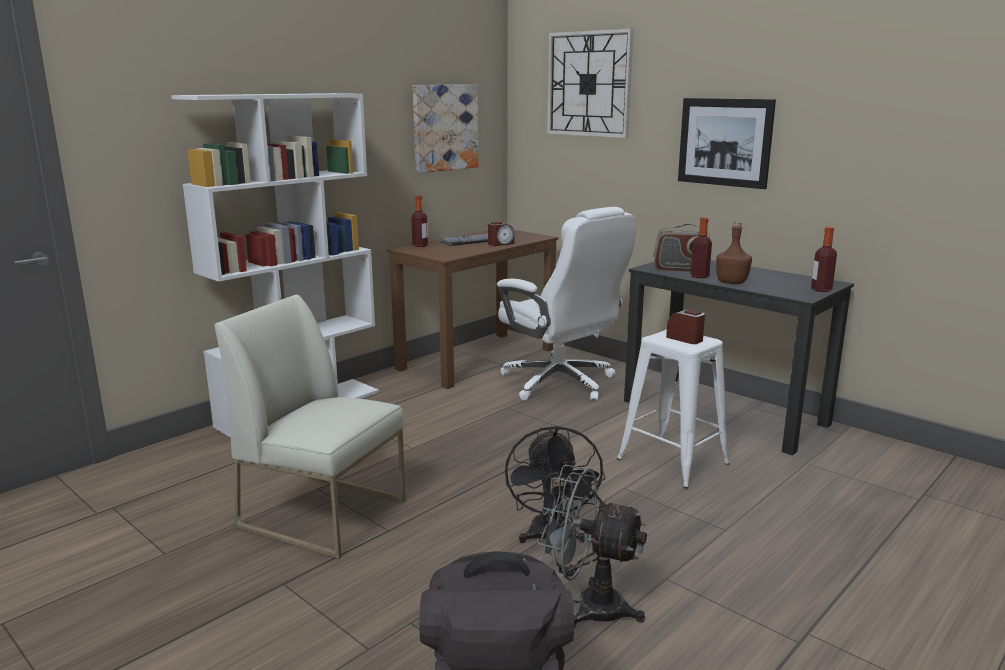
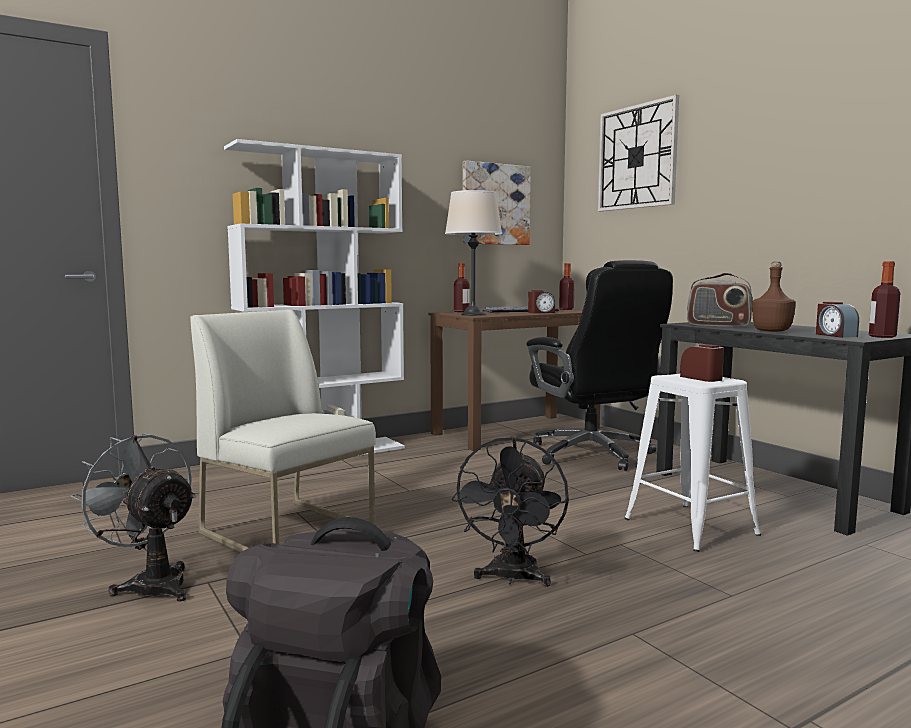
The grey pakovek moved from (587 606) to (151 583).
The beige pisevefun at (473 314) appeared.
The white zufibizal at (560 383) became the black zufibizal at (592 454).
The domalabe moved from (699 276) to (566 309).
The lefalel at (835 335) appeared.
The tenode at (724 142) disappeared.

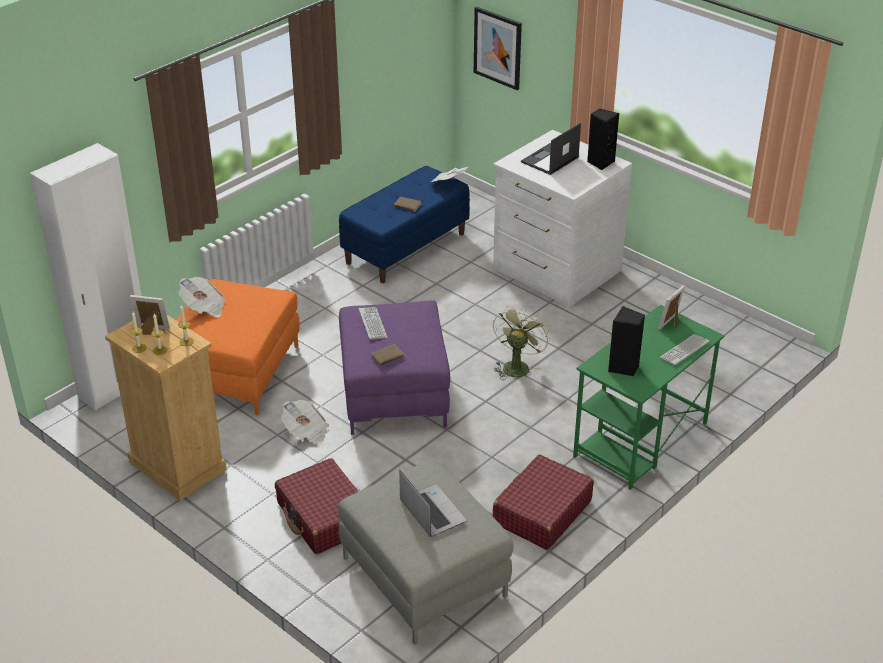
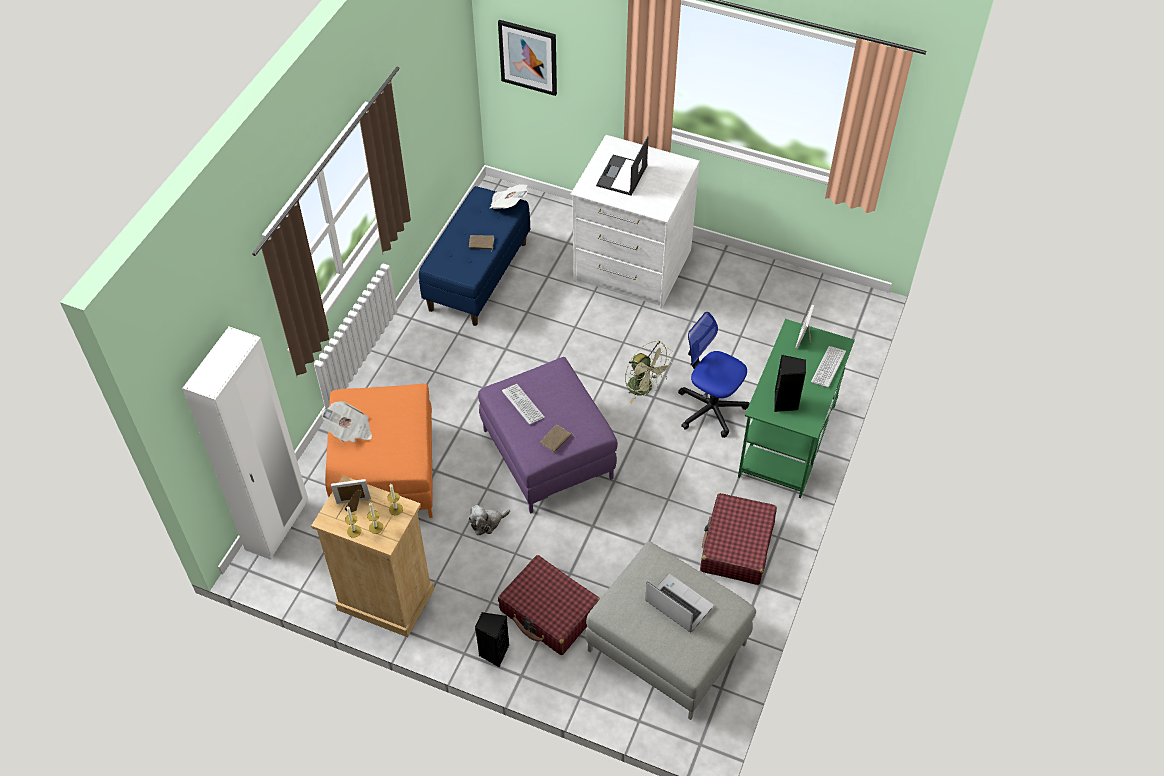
The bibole at (306 432) was replaced by the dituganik at (487 523).
The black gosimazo moved from (600 162) to (493 652).
The green pakovek at (517 365) turned 135 degrees clockwise.
The zufibizal at (711 408) appeared.

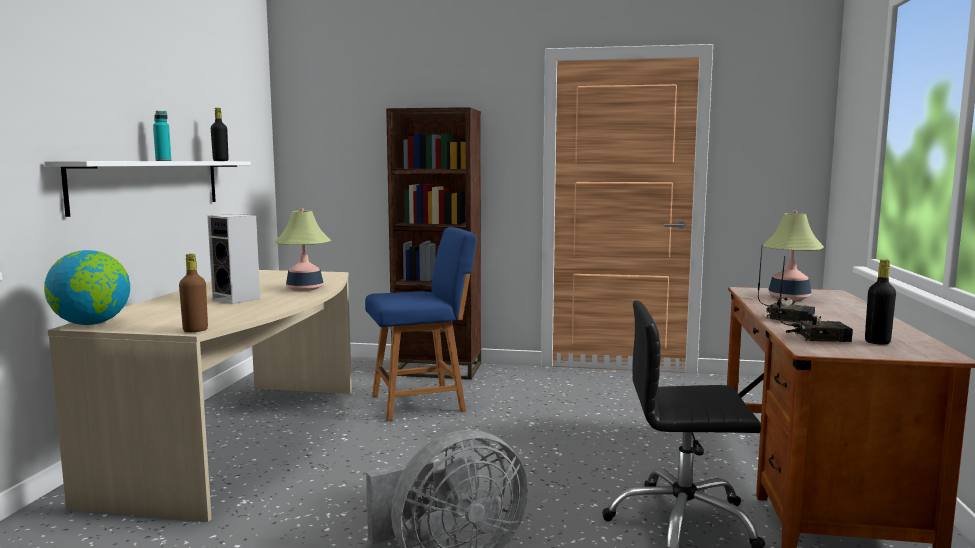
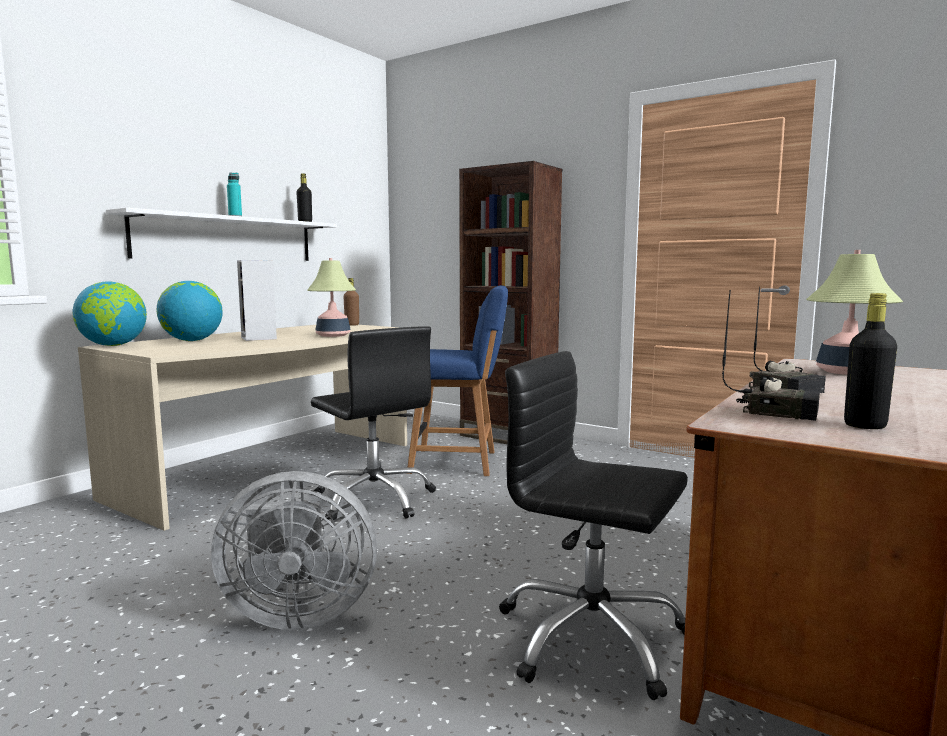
The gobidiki at (192 340) appeared.
The black zufibizal at (375 499) appeared.
The brown domalabe moved from (195 330) to (352 325).

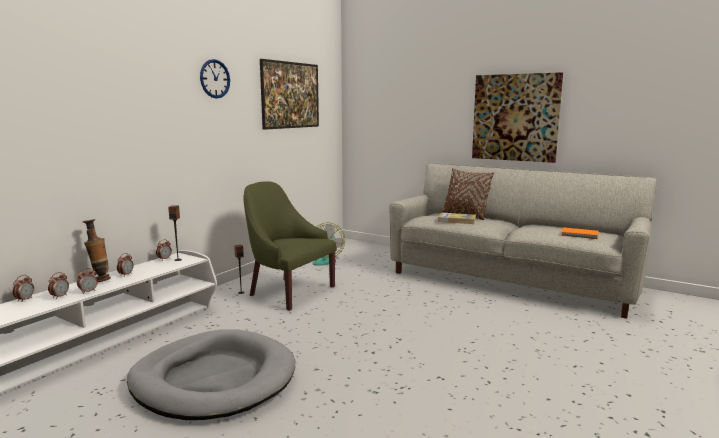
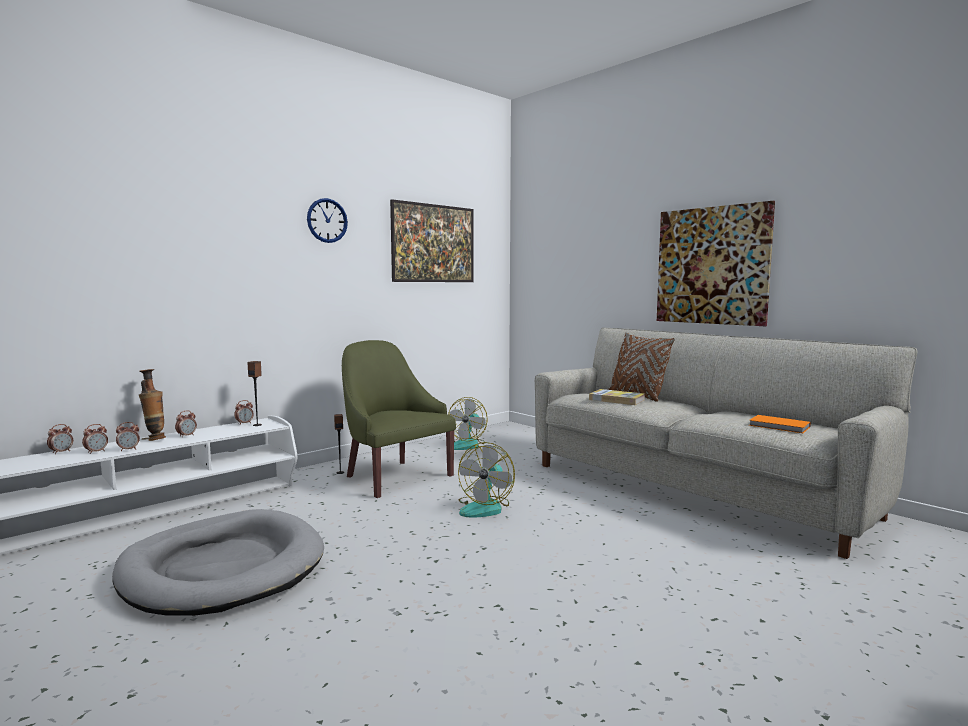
The pakovek at (485 507) appeared.

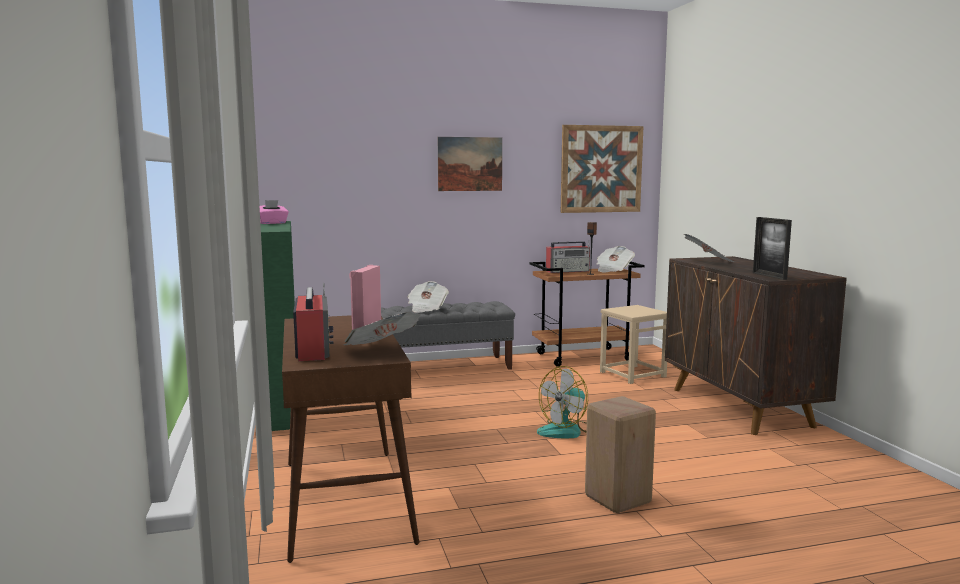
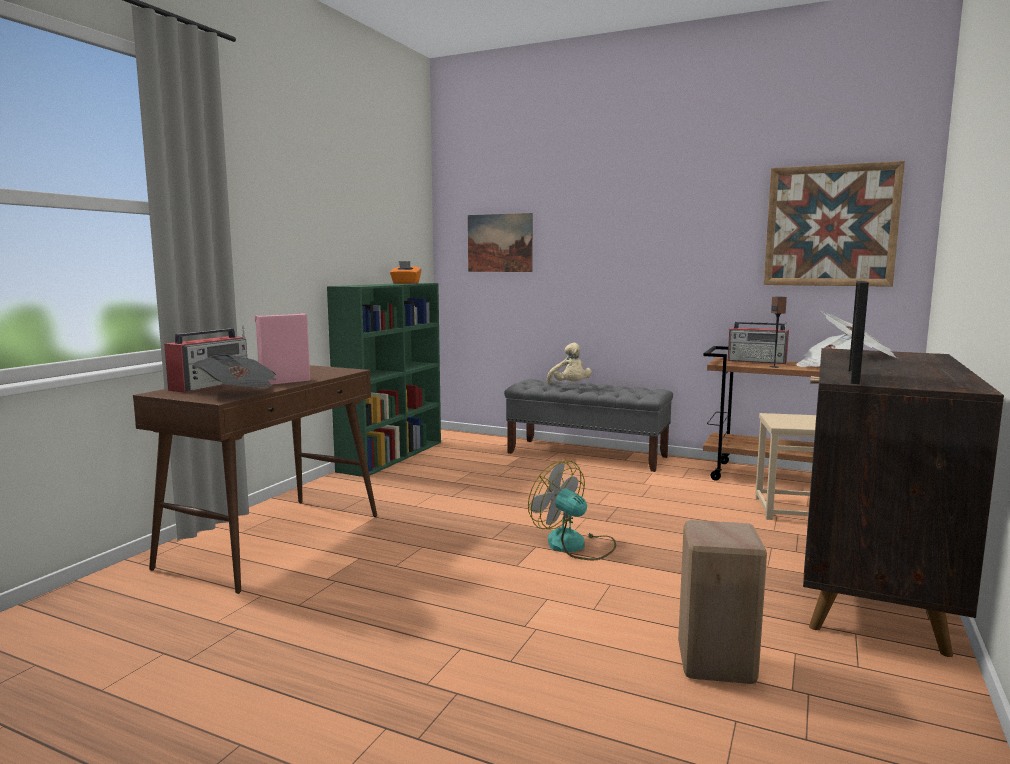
The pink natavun at (272 223) became the orange natavun at (405 283).
The tenode moved from (470 164) to (500 243).
The pakovek at (567 430) turned 45 degrees clockwise.
The bibole at (426 308) was replaced by the beige dituganik at (570 386).
The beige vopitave moved from (618 498) to (717 662).

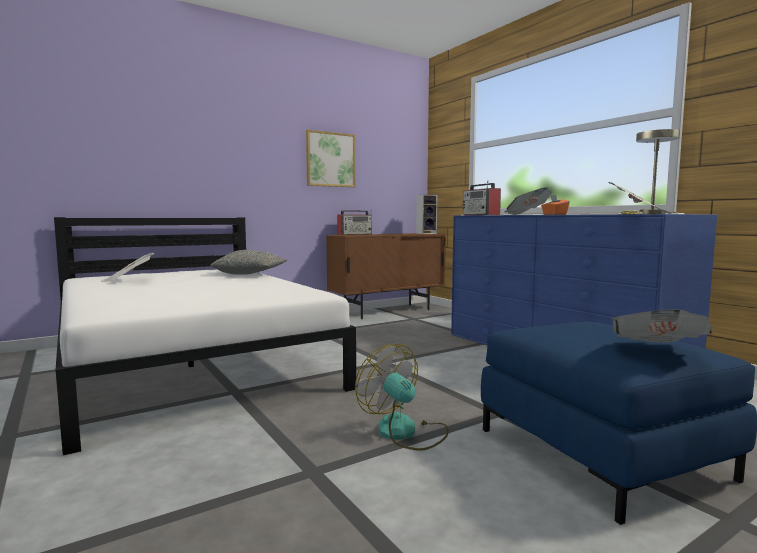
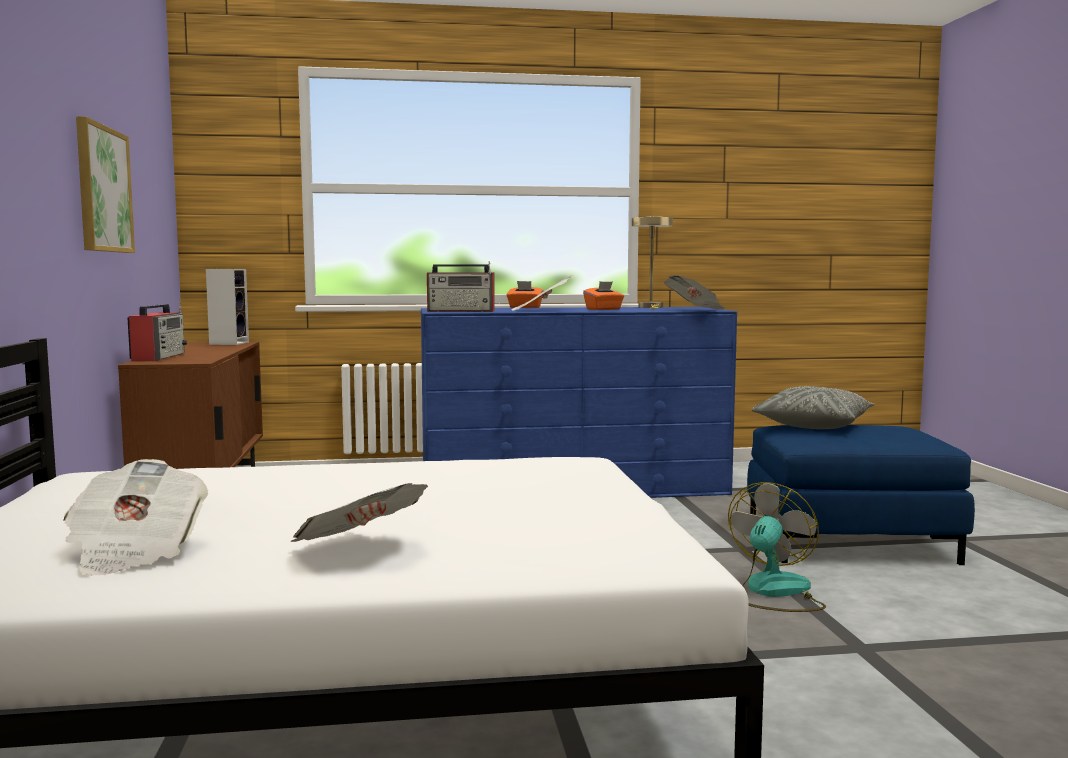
The bibole moved from (657 352) to (359 550).
The orange natavun at (603 309) appeared.
The pakovek at (405 432) turned 135 degrees clockwise.
The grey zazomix moved from (251 274) to (813 425).

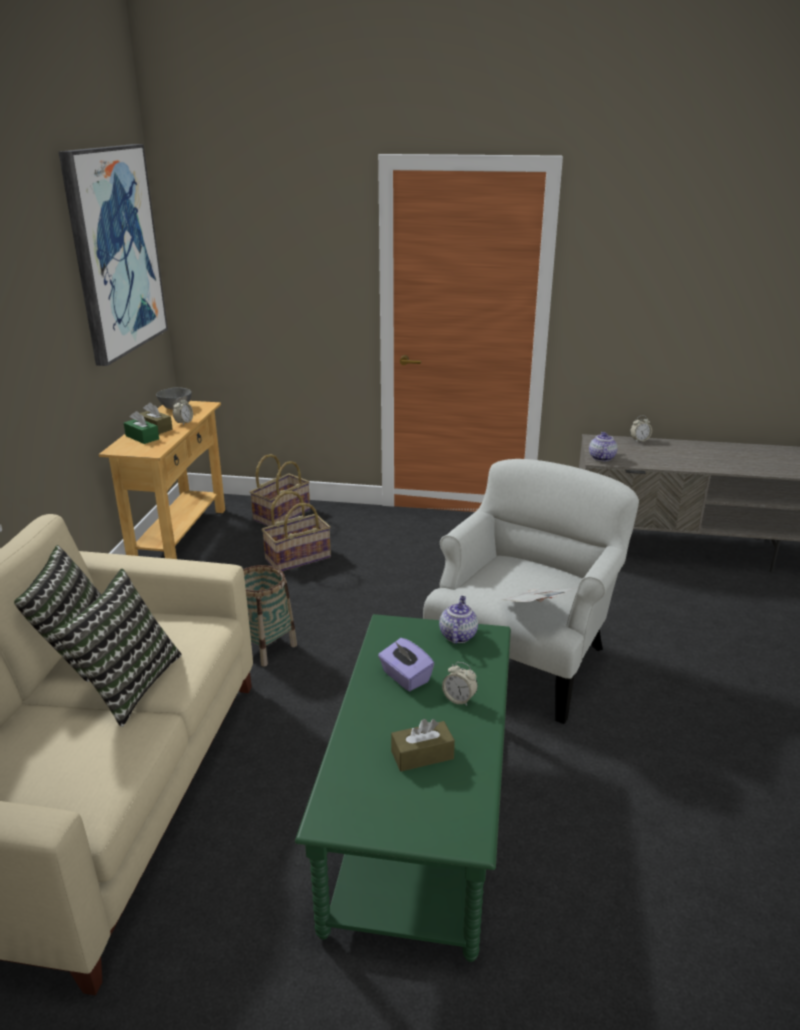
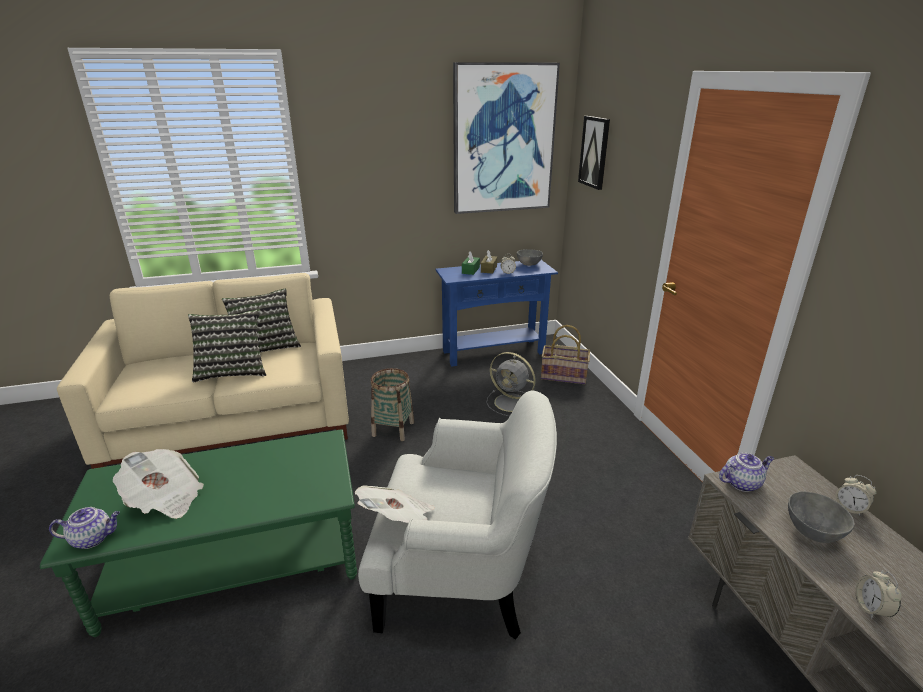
The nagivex moved from (457 635) to (93 538).
The brown natavun at (422 755) was replaced by the bibole at (165 498).
The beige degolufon at (180 537) became the blue degolufon at (493 352).
The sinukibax at (298 558) was replaced by the grey pakovek at (512 403).
The tenode at (594 152) appeared.
The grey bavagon at (812 530) appeared.
The lefalel moved from (459 699) to (871 608).
The purple natavun at (405 677) disappeared.

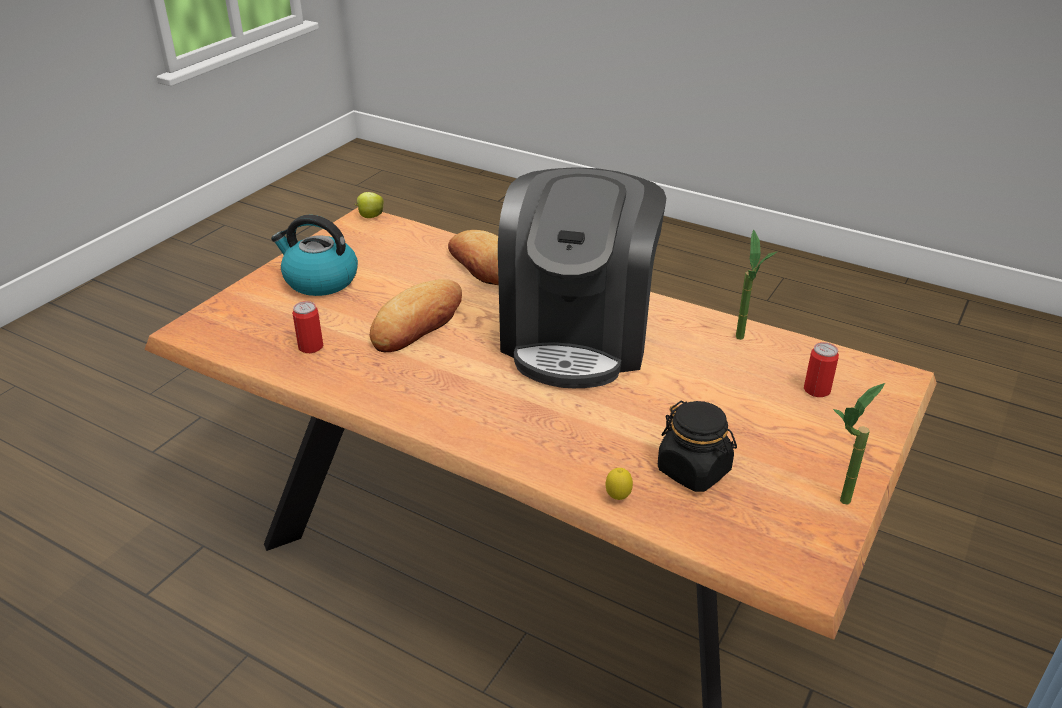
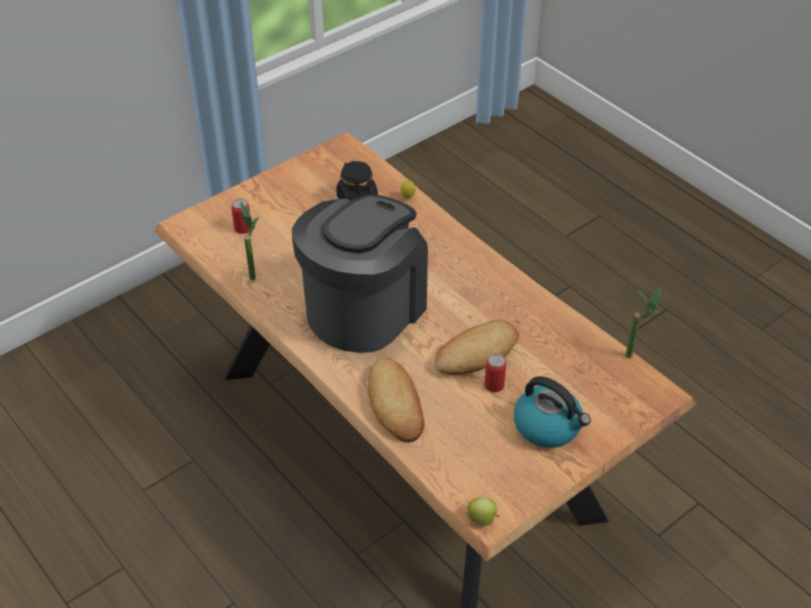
The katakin moved from (311 347) to (494 385).
The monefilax moved from (836 504) to (635 354).

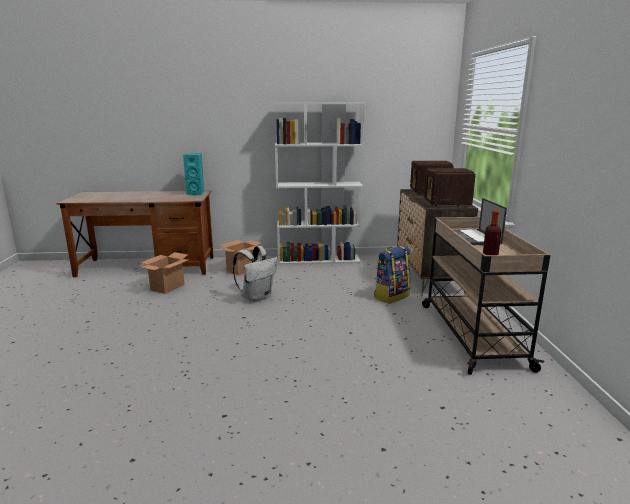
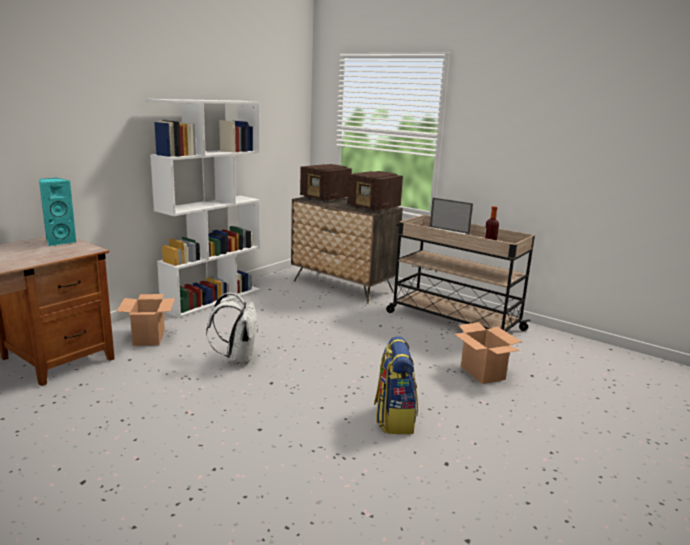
The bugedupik moved from (391 296) to (394 419).
The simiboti moved from (167 287) to (483 373).

